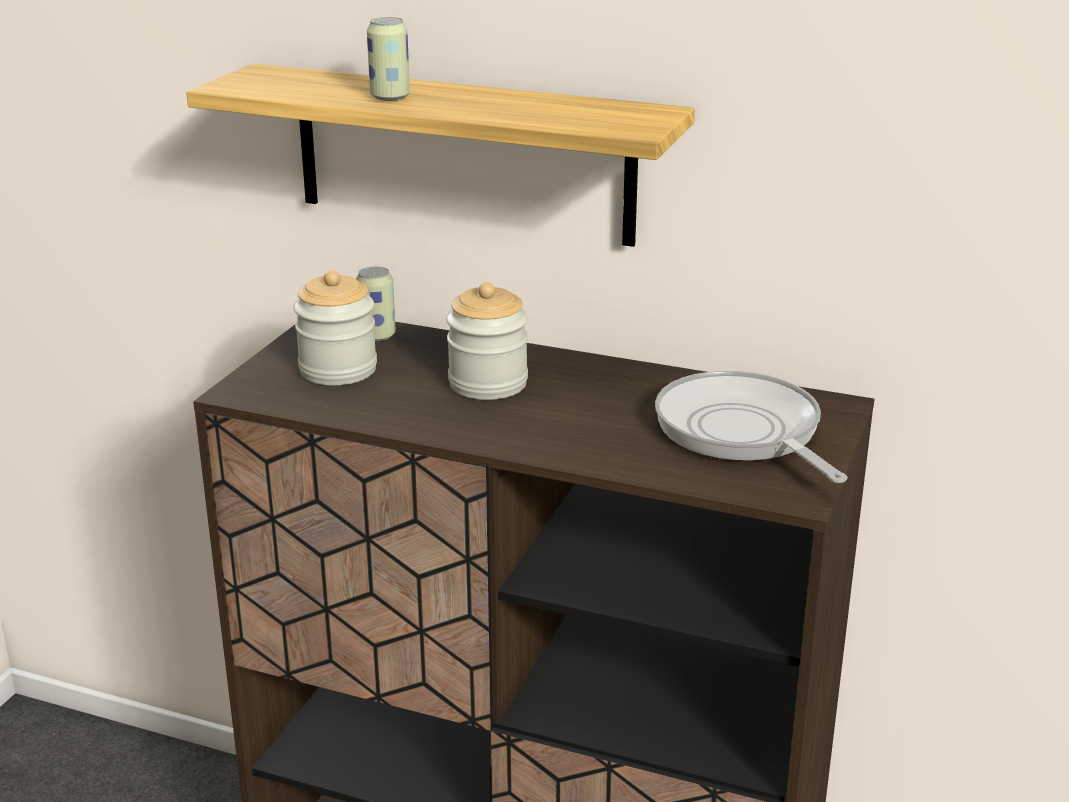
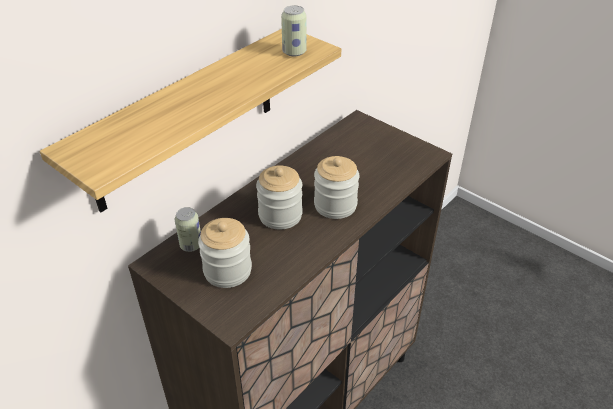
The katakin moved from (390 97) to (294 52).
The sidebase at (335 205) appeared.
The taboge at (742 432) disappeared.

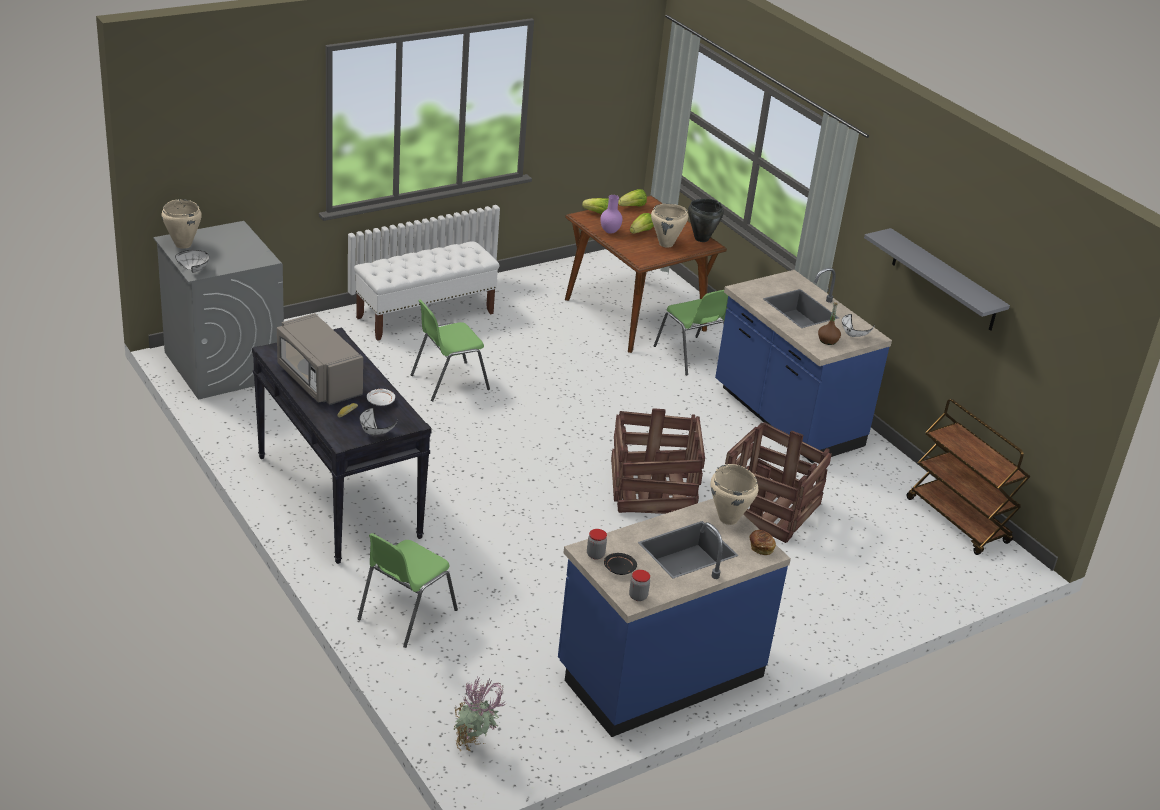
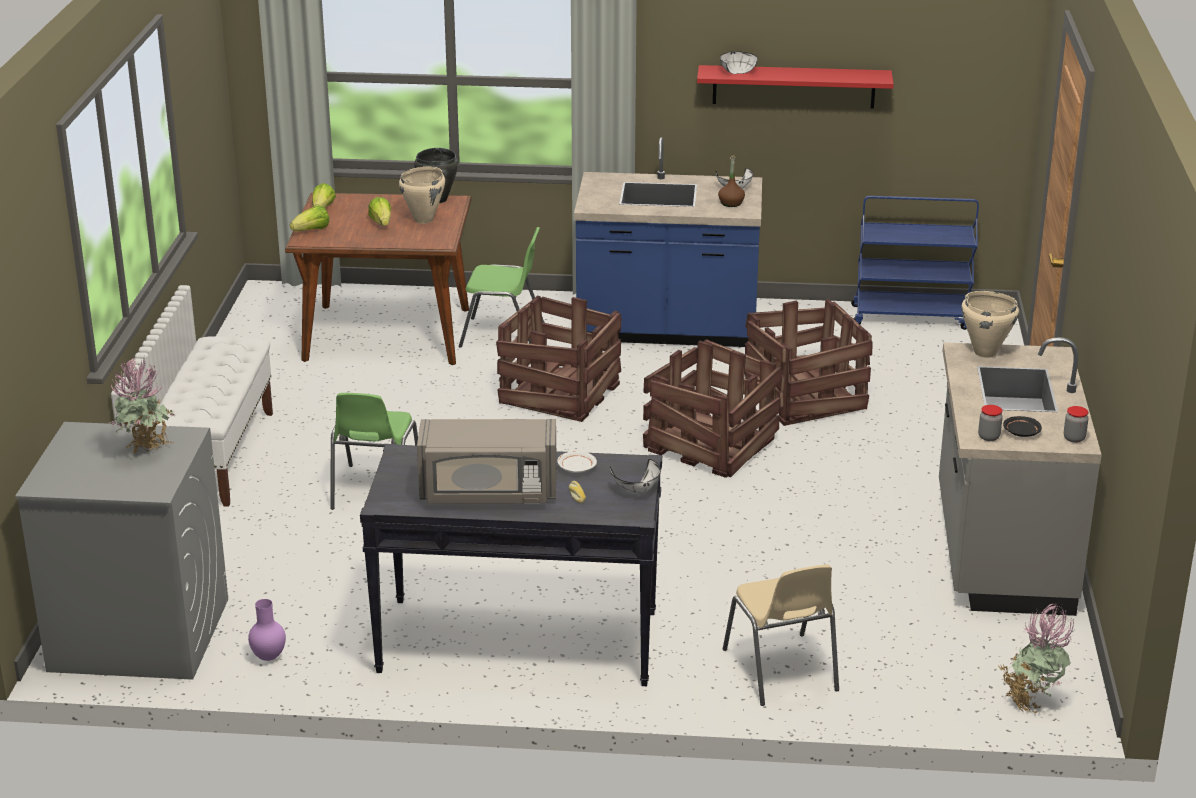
The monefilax at (147 453) appeared.
The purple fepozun moved from (609 232) to (268 657).
The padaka at (561 392) appeared.
The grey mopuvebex at (944 280) became the red mopuvebex at (793 86).
The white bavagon moved from (195 269) to (736 72).
The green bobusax at (405 615) became the beige bobusax at (781 671).
The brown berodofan at (958 521) became the blue berodofan at (911 317).
The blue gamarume at (659 672) became the grey gamarume at (1000 552).
The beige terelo at (183 245) disappeared.
The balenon at (761 547) disappeared.

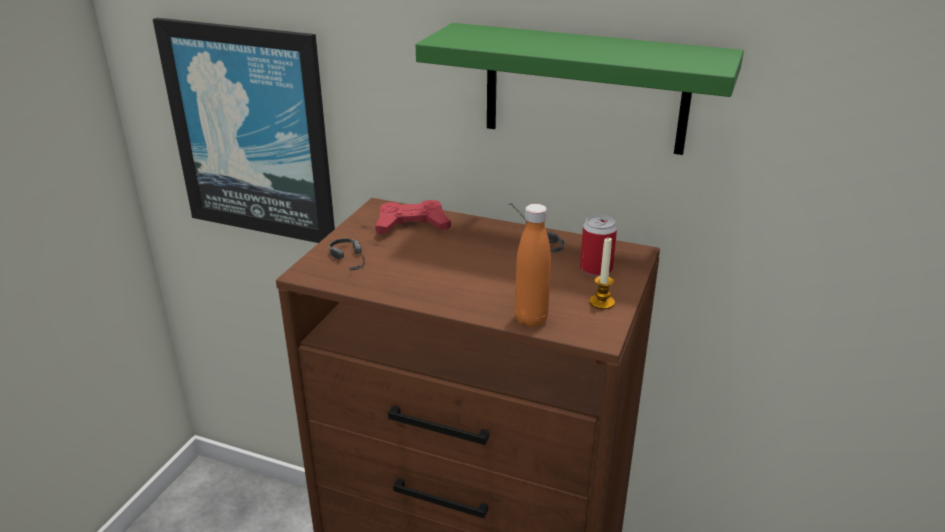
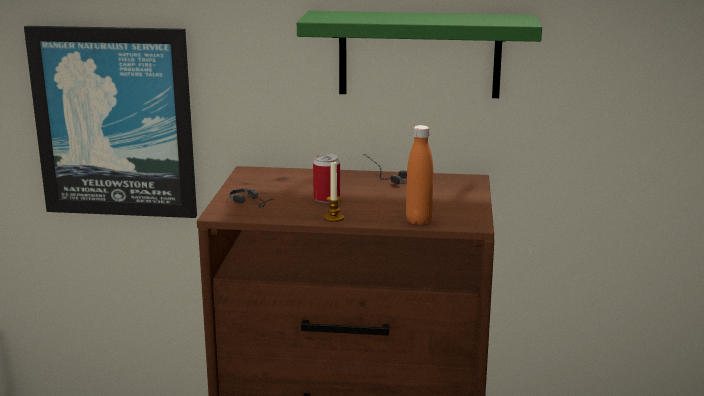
The katakin moved from (596 269) to (327 199).
The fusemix moved from (602 302) to (334 218).
The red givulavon at (412 225) disappeared.

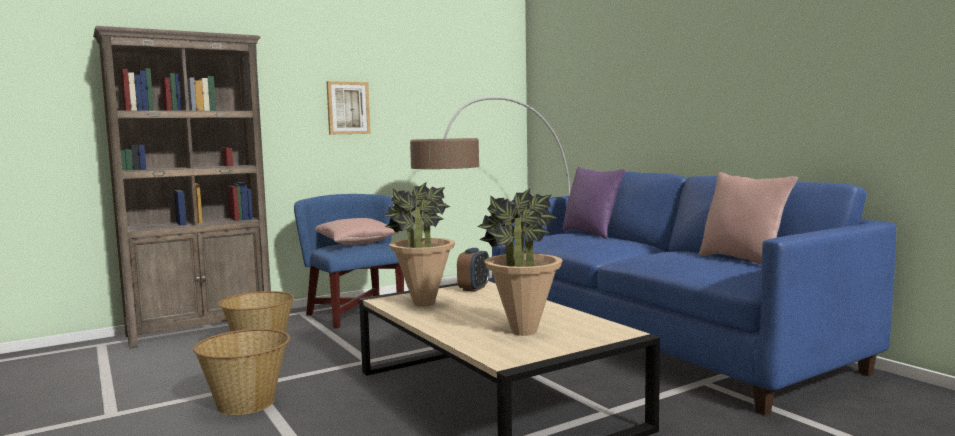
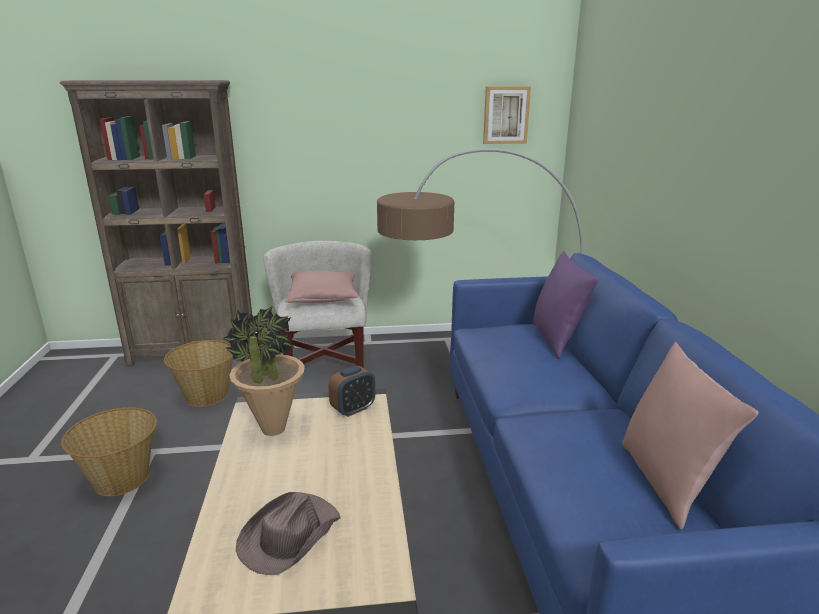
The monefilax at (523 332) was replaced by the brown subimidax at (289 535).
The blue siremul at (356 314) became the white siremul at (325 362).
The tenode moved from (348 108) to (506 115).

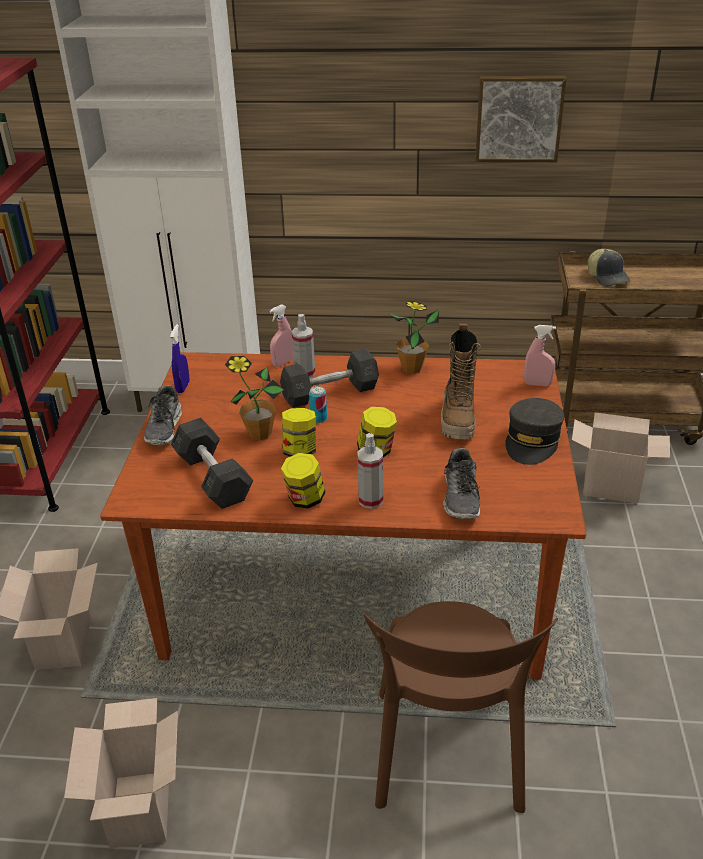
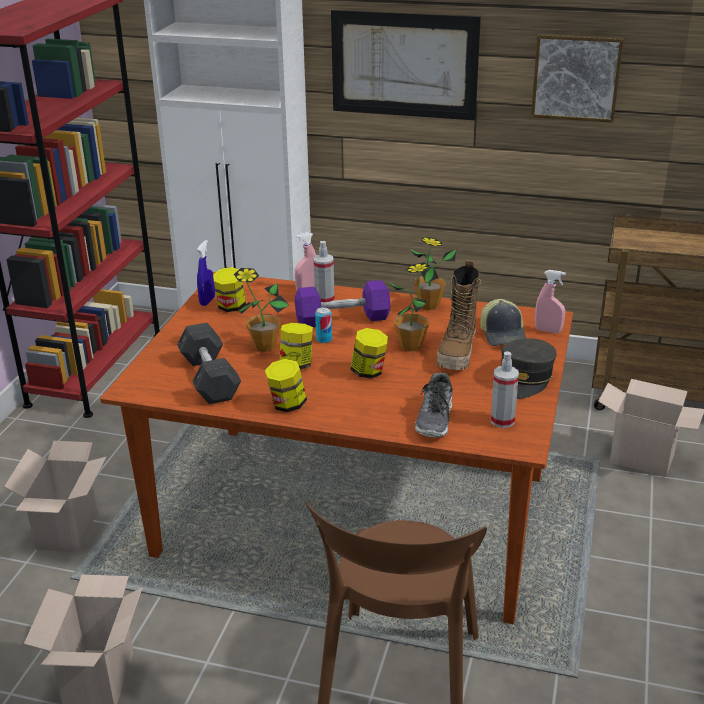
The sidebase at (231 307) appeared.
The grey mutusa at (330 393) became the purple mutusa at (342 319).
The tenode at (404 65) appeared.
The monefilax at (411 346) appeared.
The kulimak moved from (608 277) to (503 334).
The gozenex moved from (370 500) to (502 421).
The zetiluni at (164 428) disappeared.

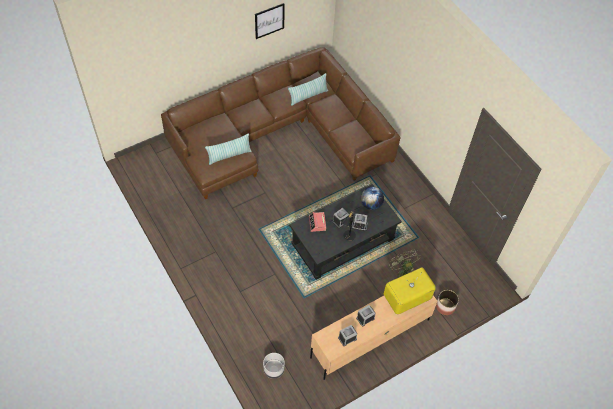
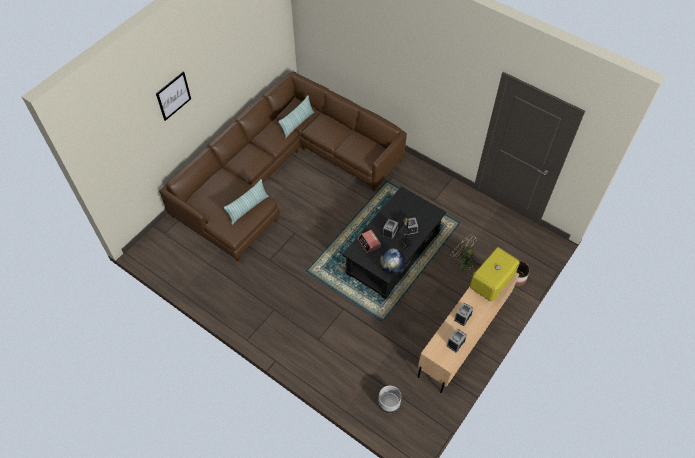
The tenode moved from (269 21) to (173 96).
The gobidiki moved from (371 204) to (391 267).

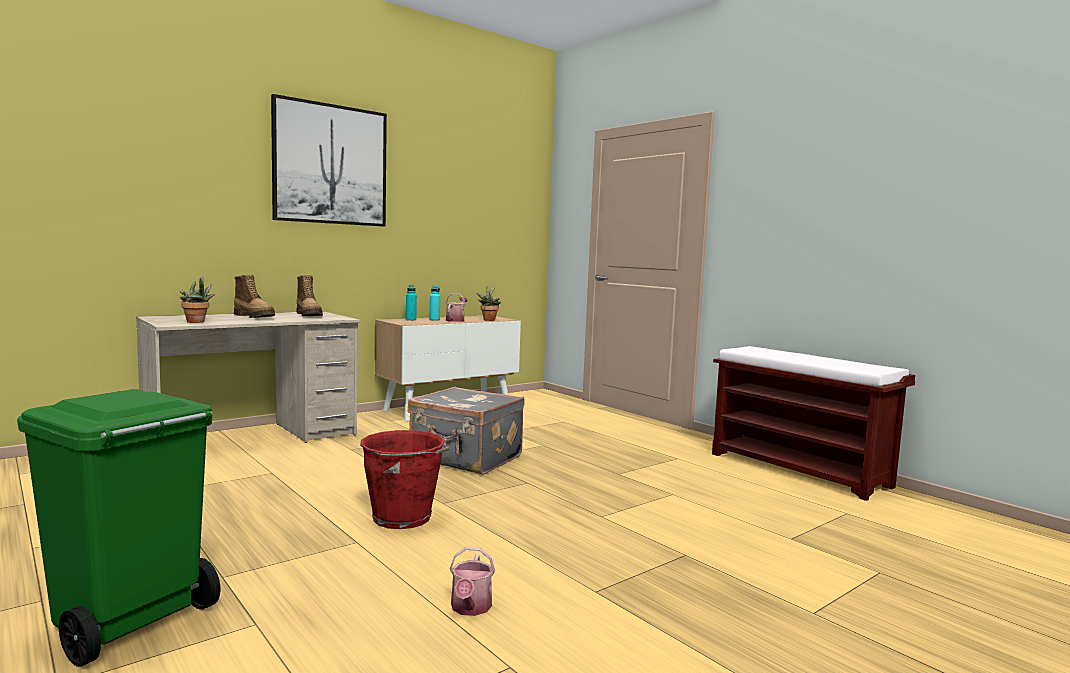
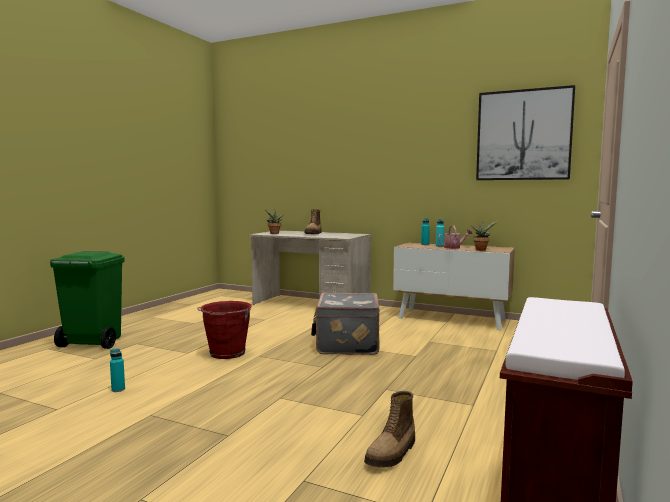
The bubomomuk at (470 608) was replaced by the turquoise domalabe at (118 389).
The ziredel moved from (309 315) to (392 454).
The tenode moved from (330 164) to (523 135).

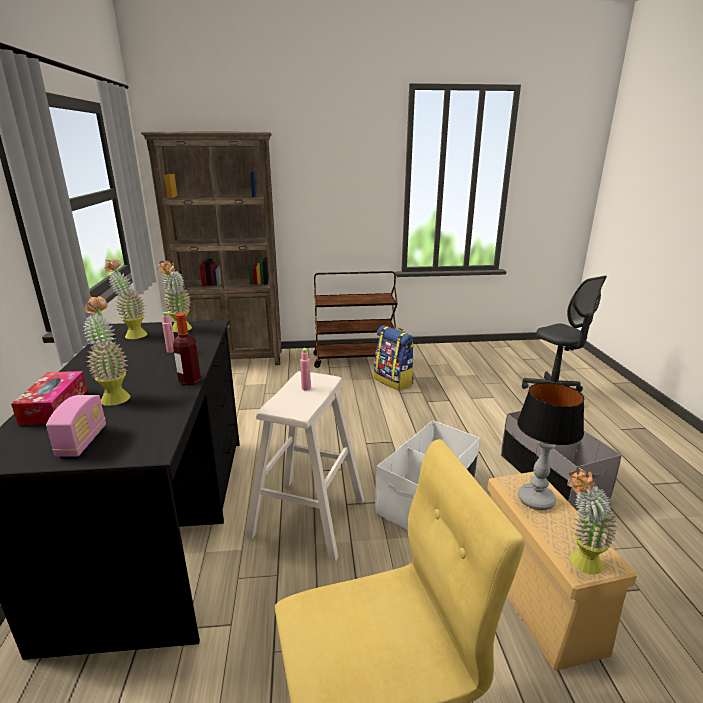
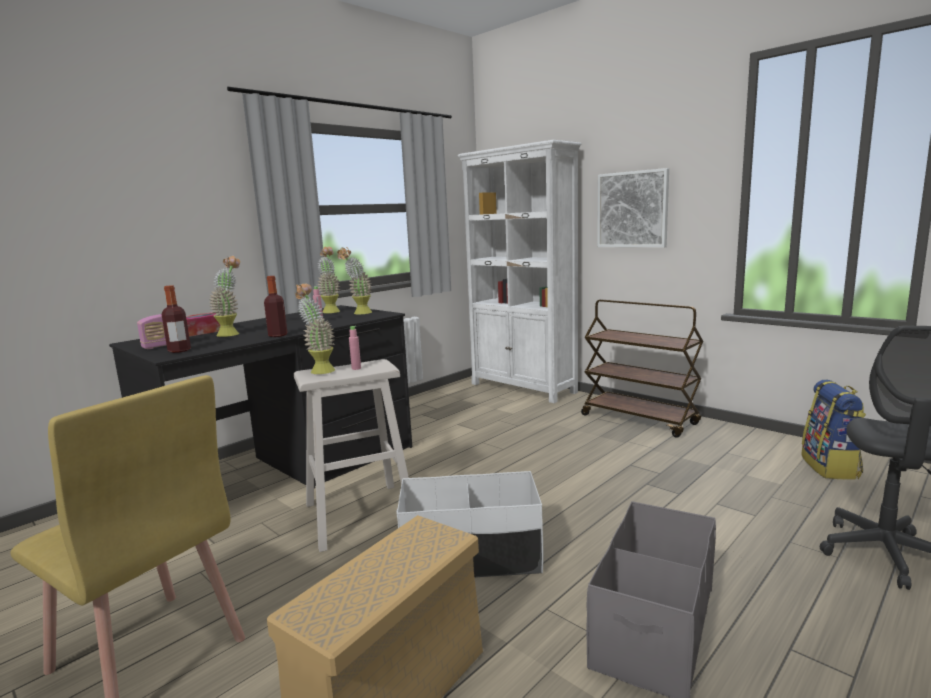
The domalabe at (179 351) appeared.
The monefilax moved from (578 563) to (318 370).
The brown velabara at (234 359) became the white velabara at (523 388).
The tenode at (632 209) appeared.
The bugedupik moved from (394 381) to (831 467).
The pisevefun at (535 499) disappeared.

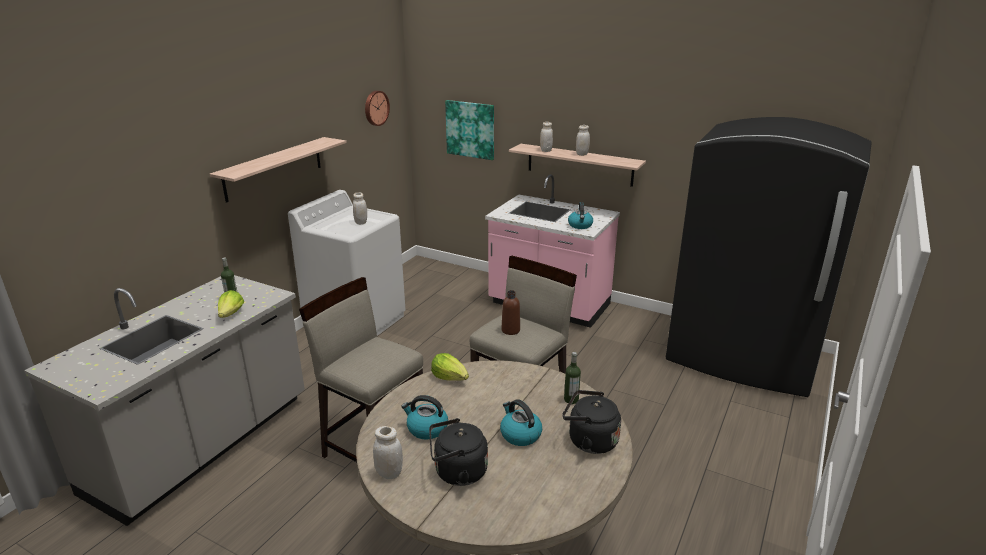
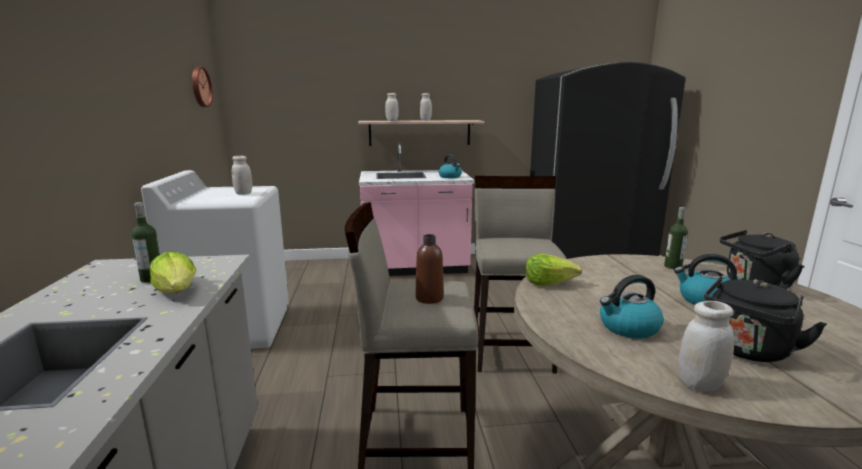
The brown domalabe moved from (510 330) to (429 298).
The mopuvebex at (274 168) disappeared.
The tenode at (470 129) disappeared.

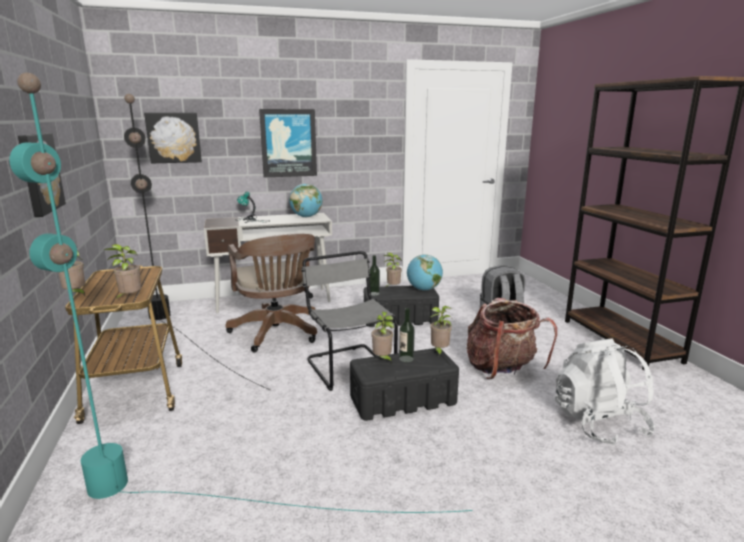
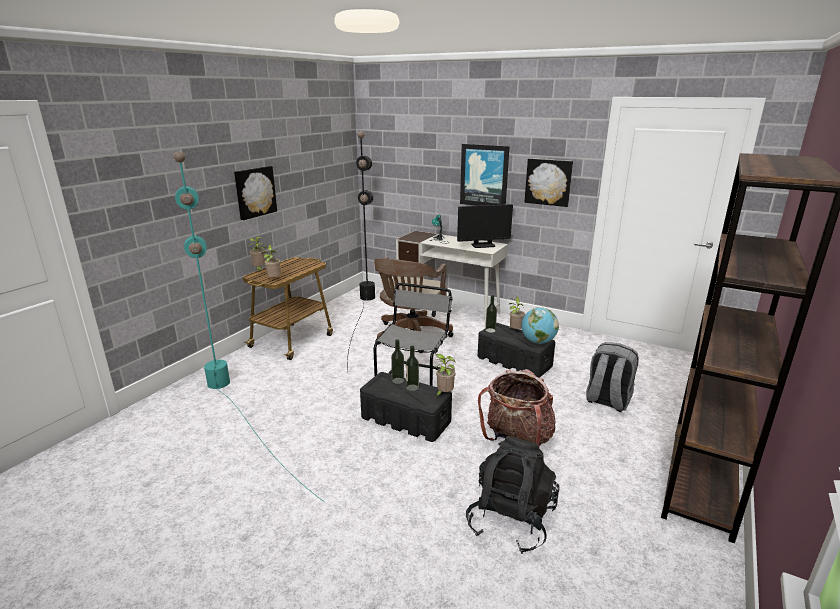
The monefilax at (382 359) was replaced by the domalabe at (398 380).
The gobidiki at (306 217) was replaced by the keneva at (483 245).
The white bugedupik at (598 423) became the black bugedupik at (510 520).
The tenode moved from (174 138) to (548 182).

